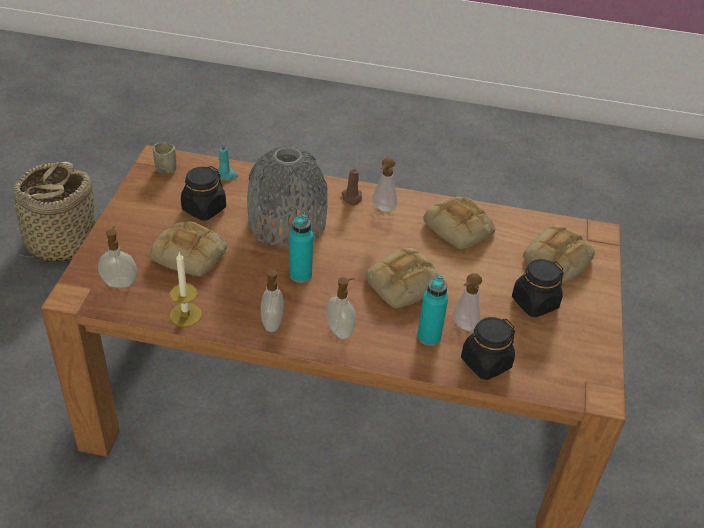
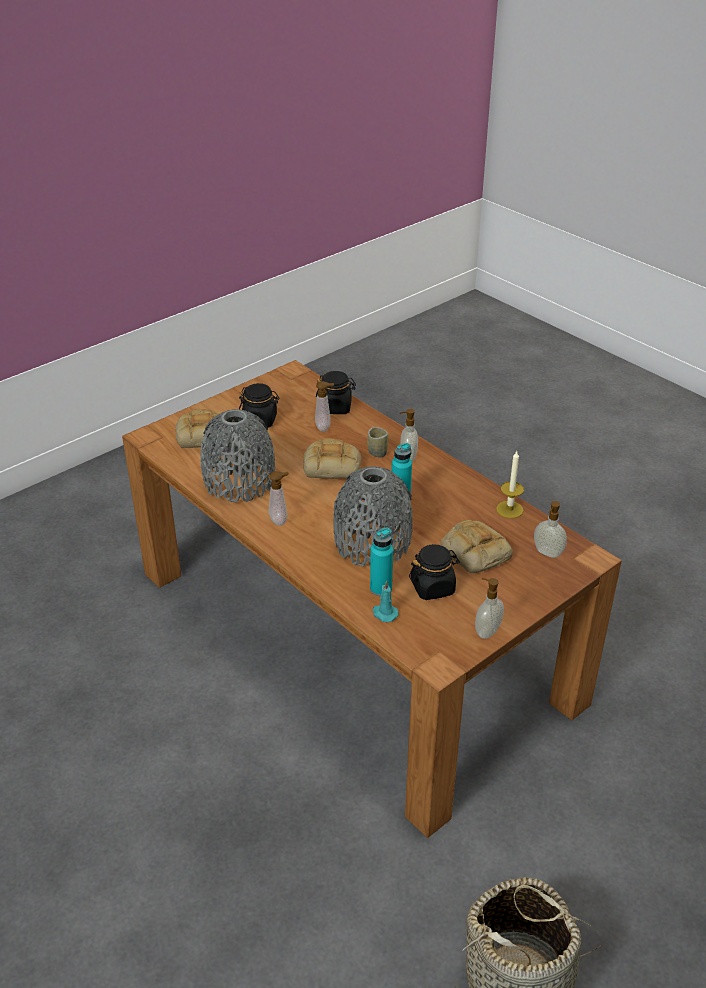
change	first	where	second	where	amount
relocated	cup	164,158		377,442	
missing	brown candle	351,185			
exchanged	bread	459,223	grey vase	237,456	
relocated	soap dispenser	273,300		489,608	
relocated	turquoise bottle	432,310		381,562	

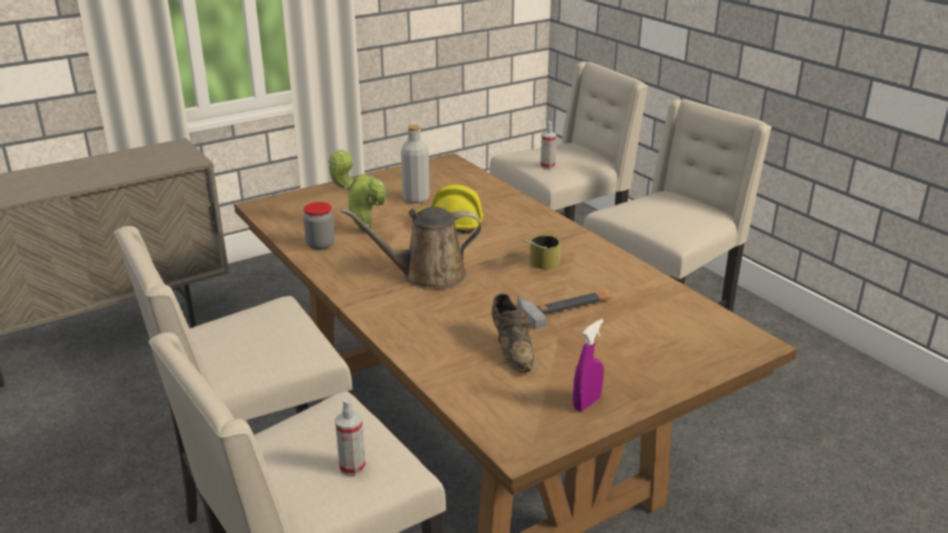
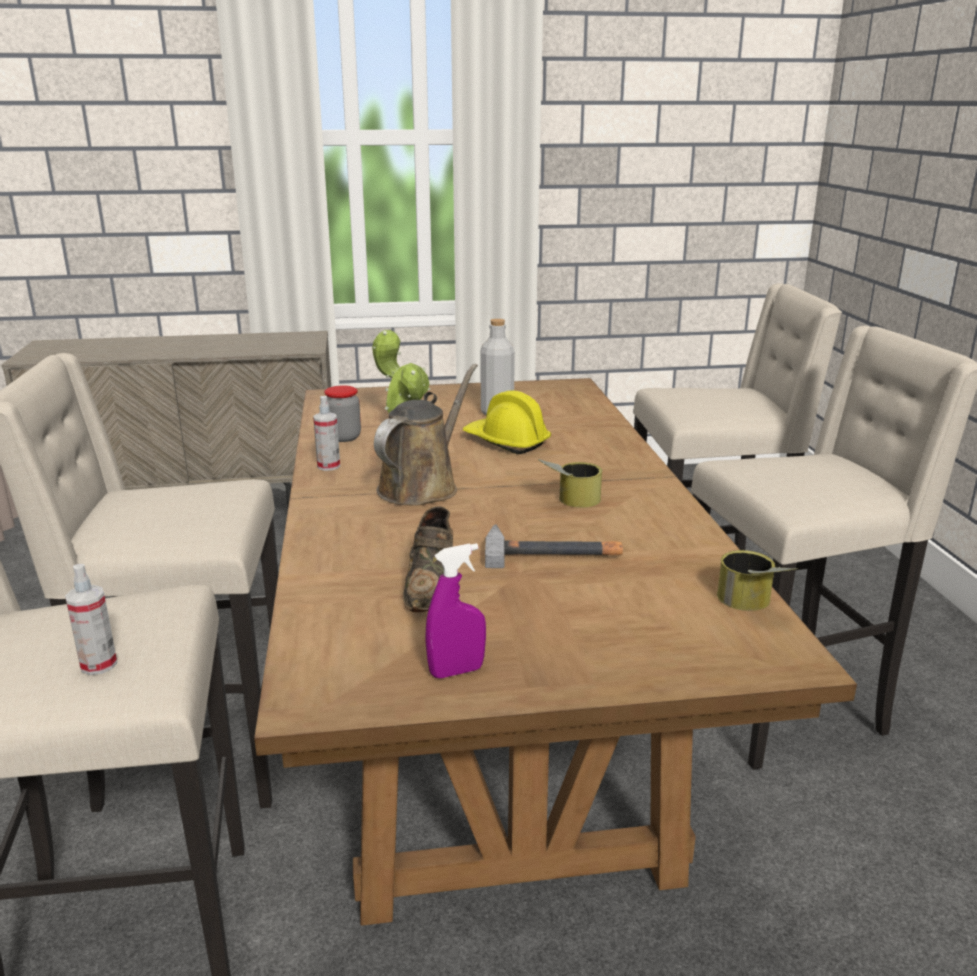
change	first	where	second	where	amount
relocated	spray bottle	548,145		326,433	
spun	brown watering can	411,248		426,435	105 degrees clockwise
appeared			can	758,580	

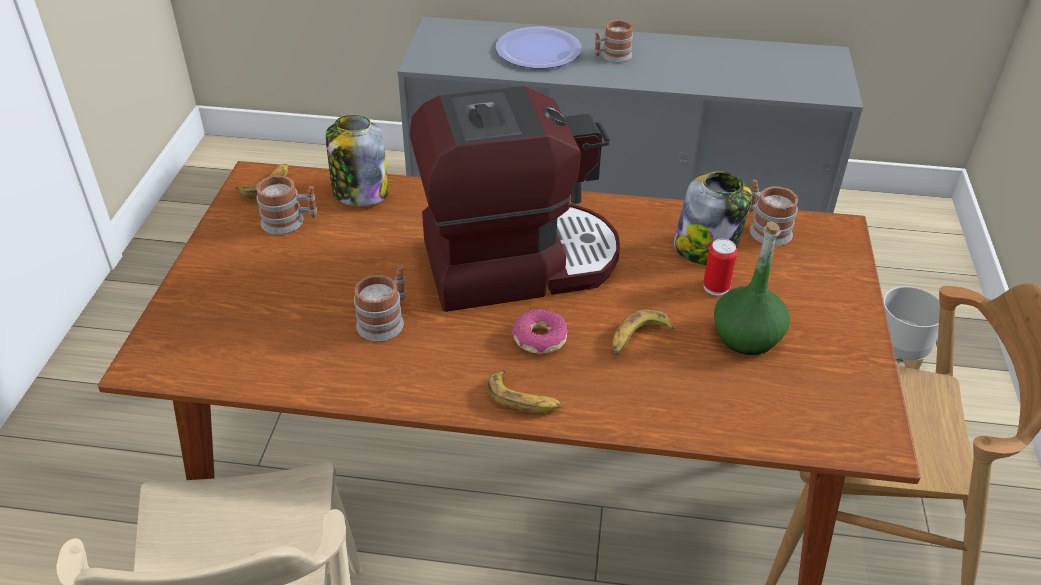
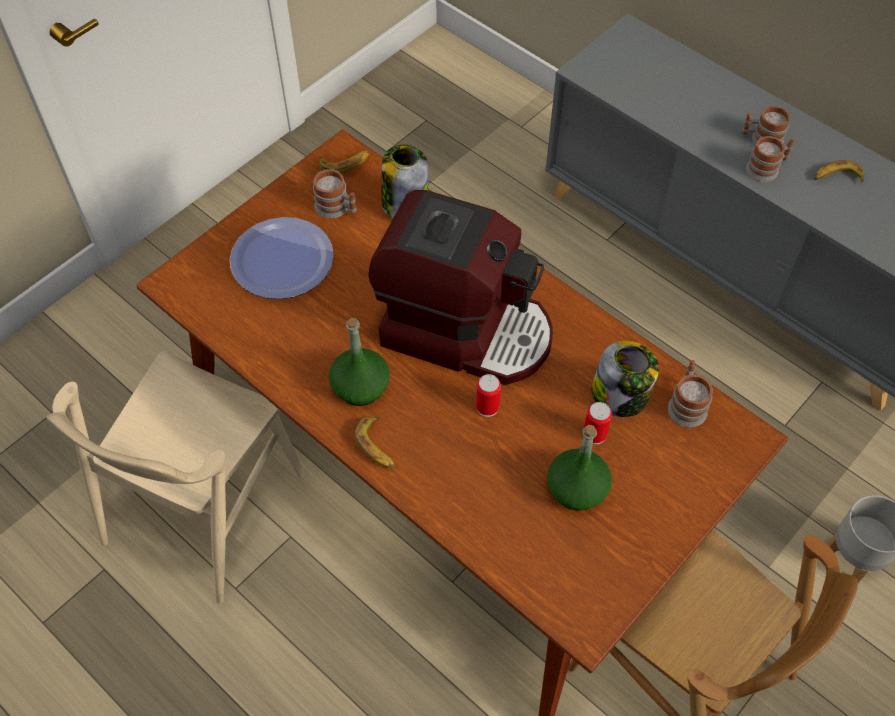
change	first	where	second	where	amount
relocated	plate	539,48		282,258	
relocated	mug	380,303		770,159	
missing	donut	539,331			
relocated	banana	643,332		839,171	
appeared			green bottle	359,362	
appeared			can	488,395	

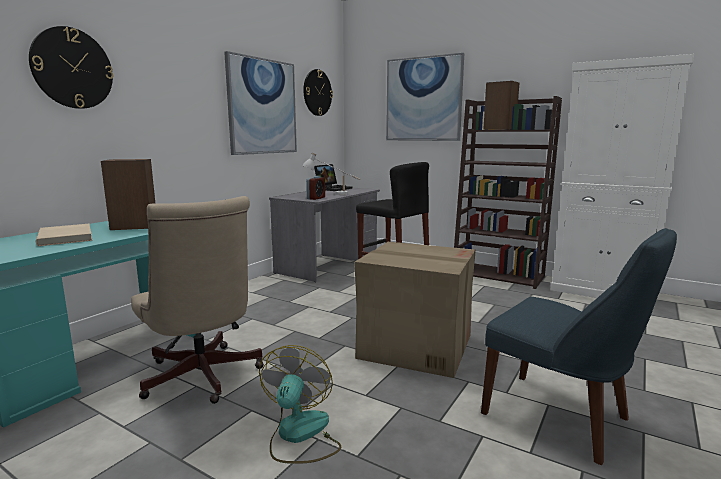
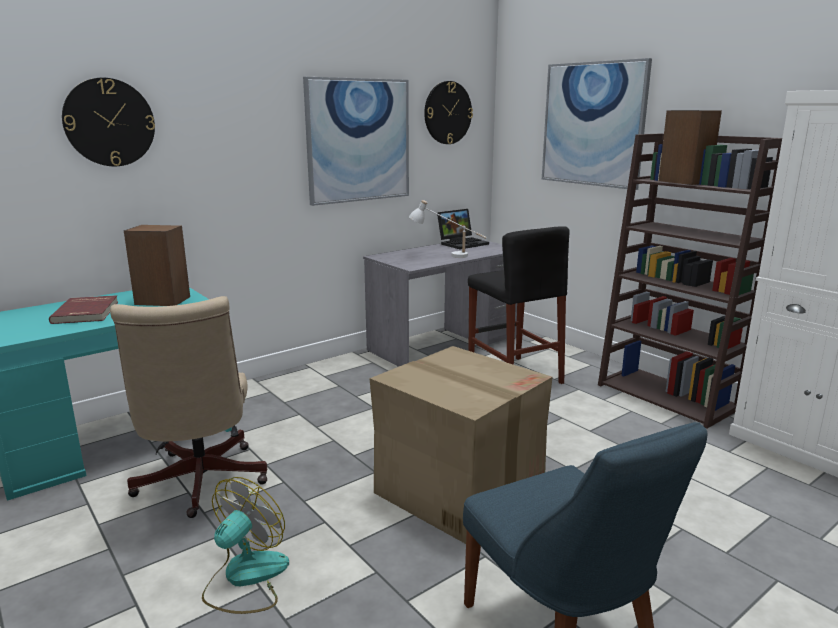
change	first	where	second	where	amount
missing	alarm clock	315,188			
colour	beige book	64,235	red book	83,309	

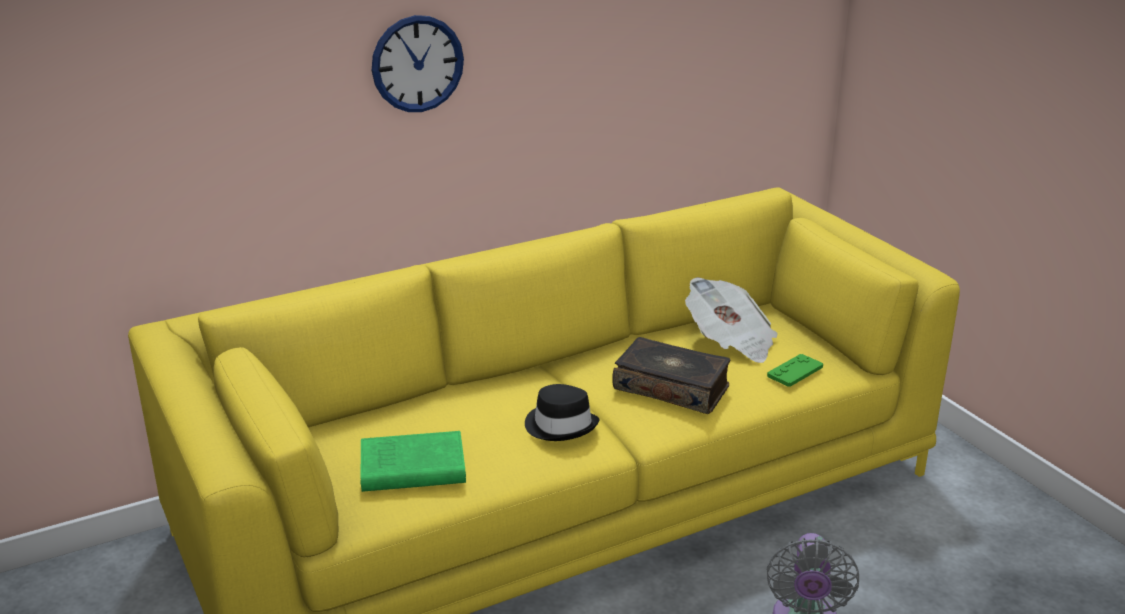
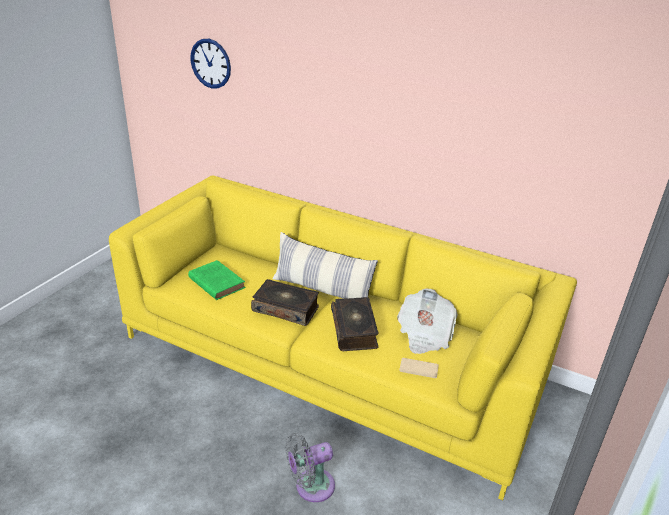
change	first	where	second	where	amount
relocated	wall clock	418,63		210,64	
colour	green game controller	795,370	beige game controller	419,368	
exchanged	black hat	562,412	book	285,302	
appeared			pillow	325,265	

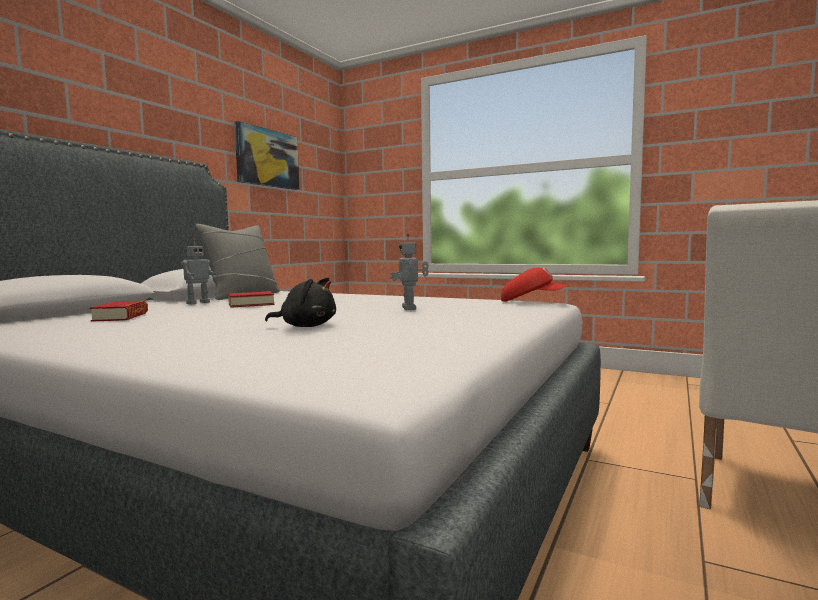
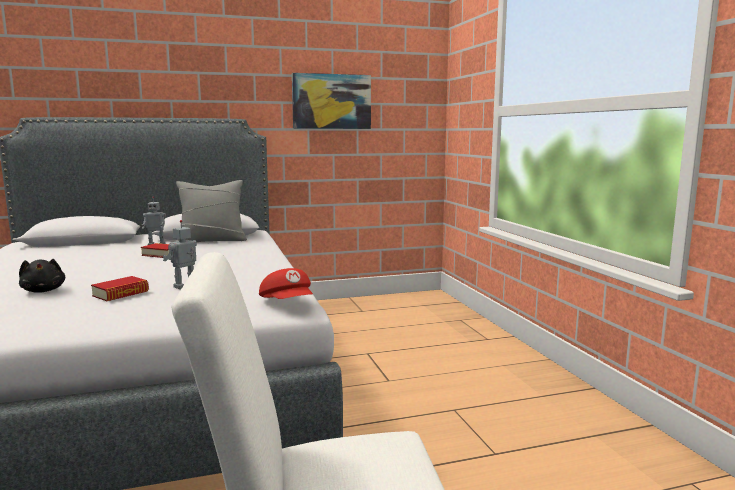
change	first	where	second	where	amount
relocated	book	119,311		120,288	

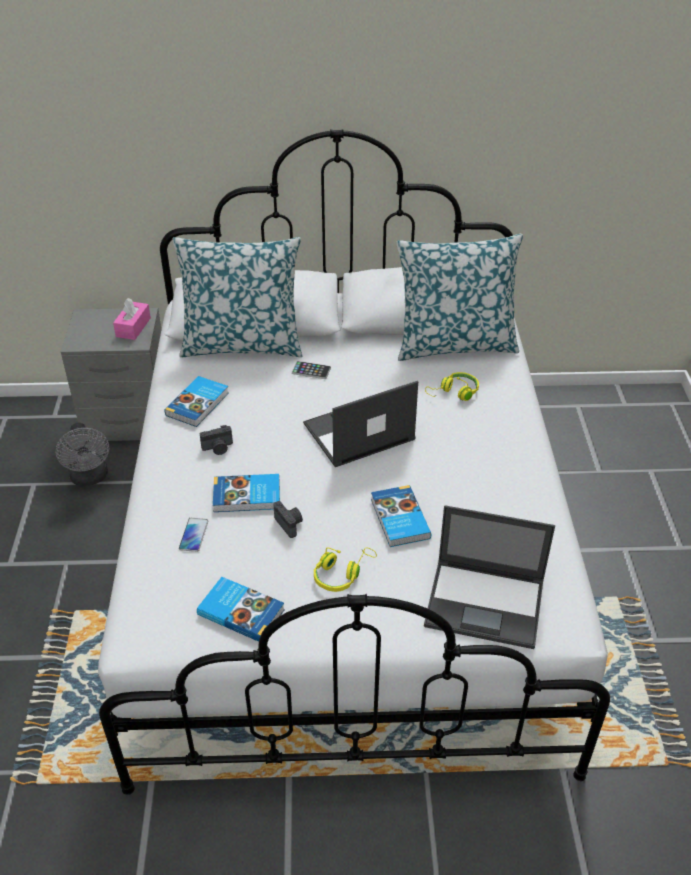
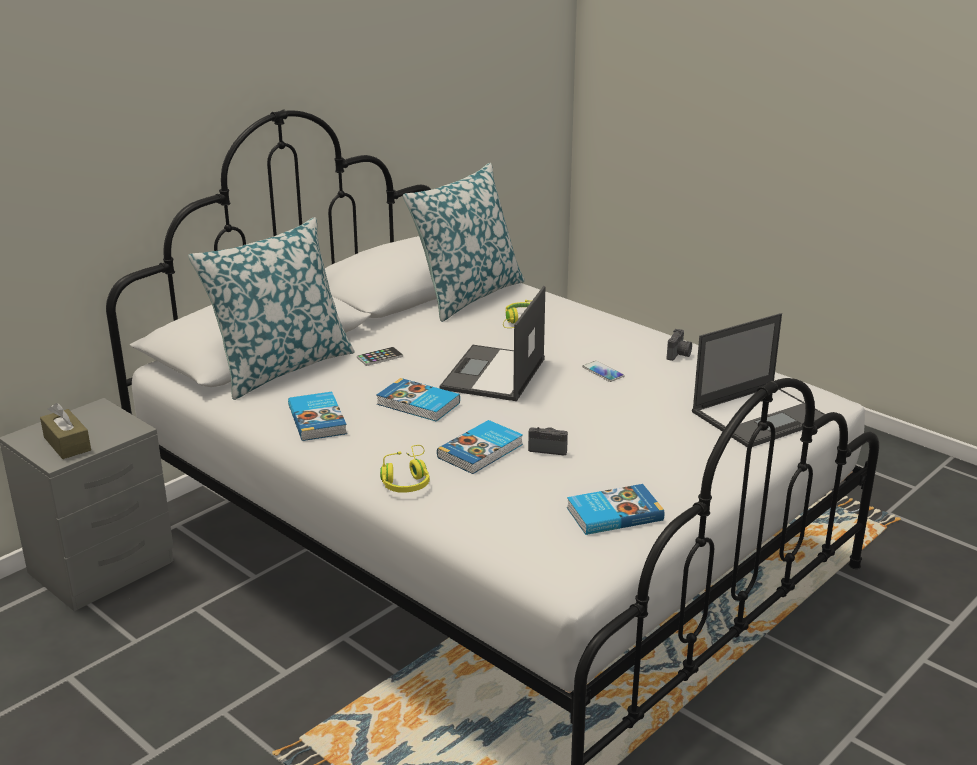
change	first	where	second	where	amount
missing	pink tissue box	132,319			
missing	grey fan	82,454			
relocated	photo camera	216,440		679,345	
relocated	book	401,516		418,400	
relocated	phone	193,535		603,371	
relocated	yellow headphones	345,569		405,469	
appeared			brown tissue box	65,431	

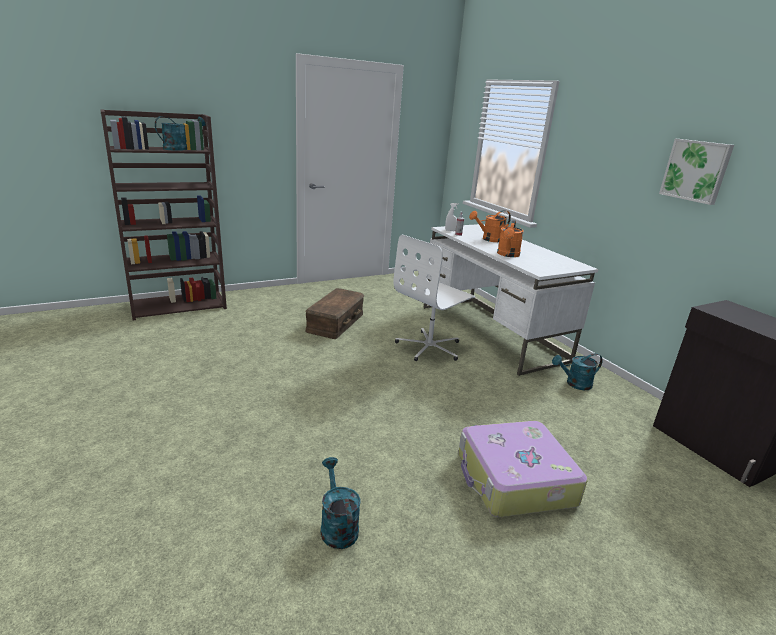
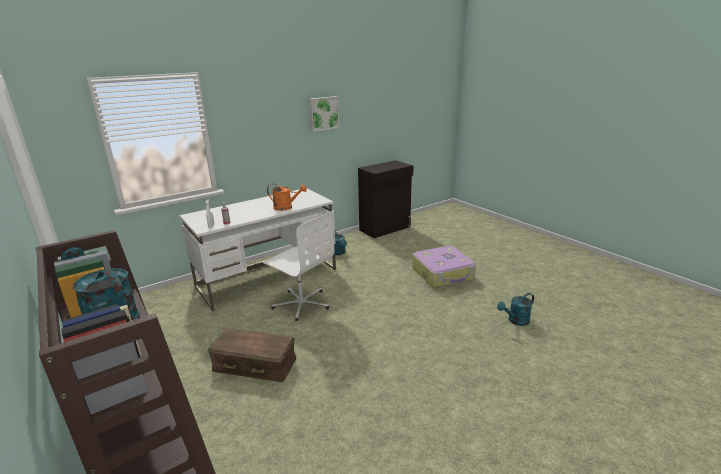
change	first	where	second	where	amount
missing	orange watering can	490,226			

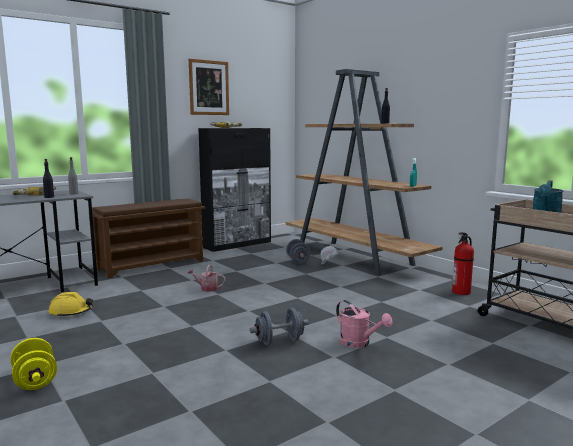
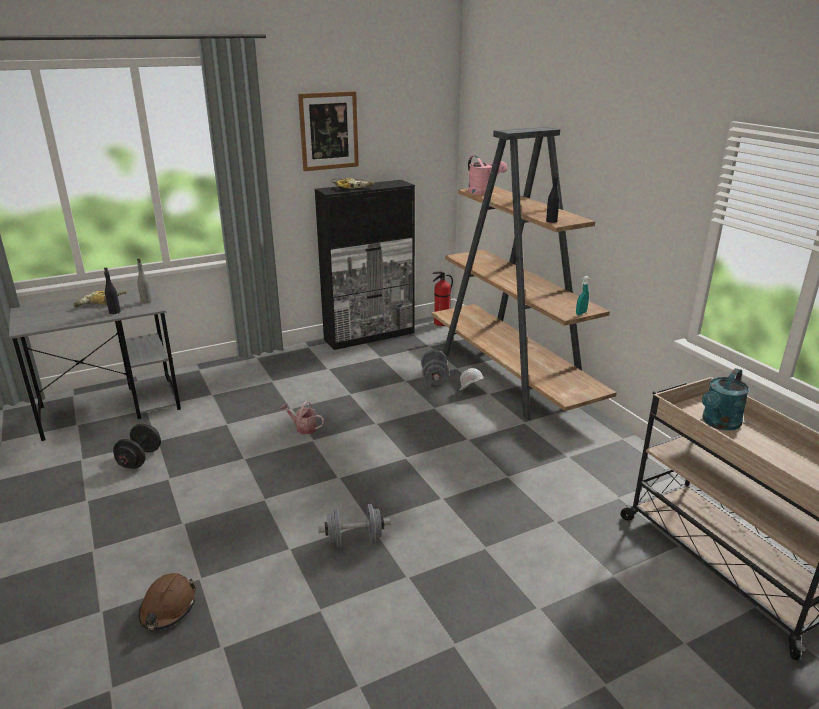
change	first	where	second	where	amount
missing	brown shoe rack	148,238			
relocated	fire extinguisher	463,263		443,298	
exchanged	yellow hard hat	70,304	black dumbbell	137,446	
relocated	pink watering can	364,324		487,175	
missing	yellow dumbbell	33,364			
appeared			brown hard hat	167,601	

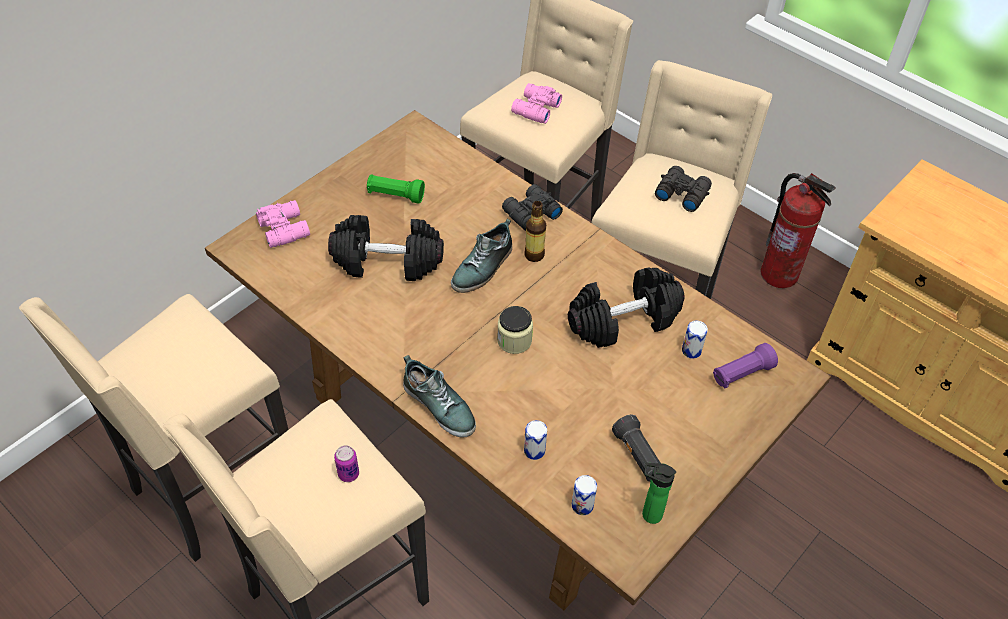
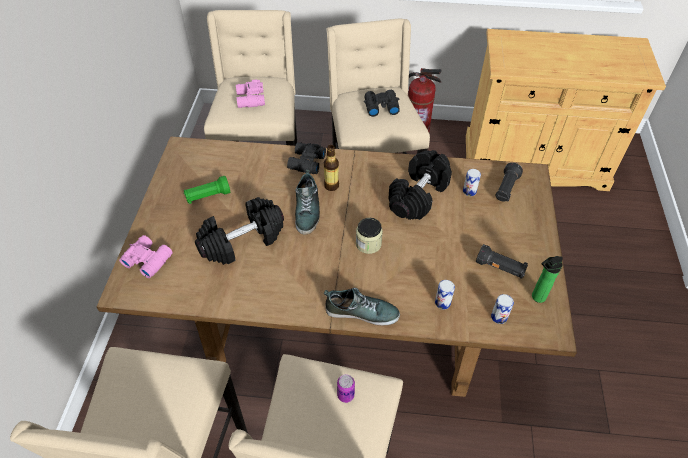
change	first	where	second	where	amount
colour	purple flashlight	745,365	black flashlight	509,182	

